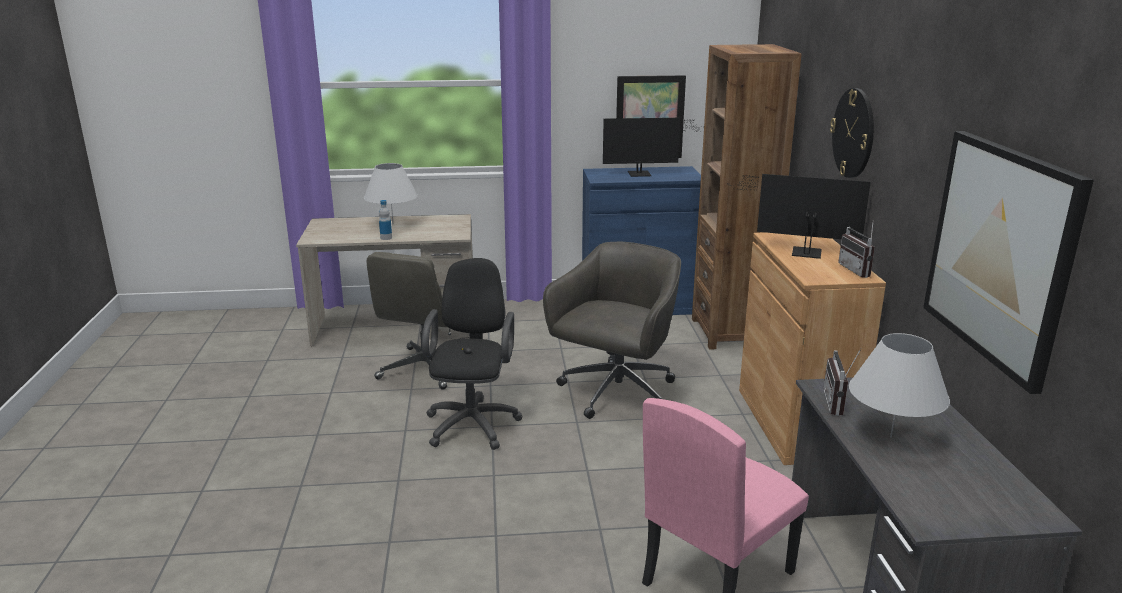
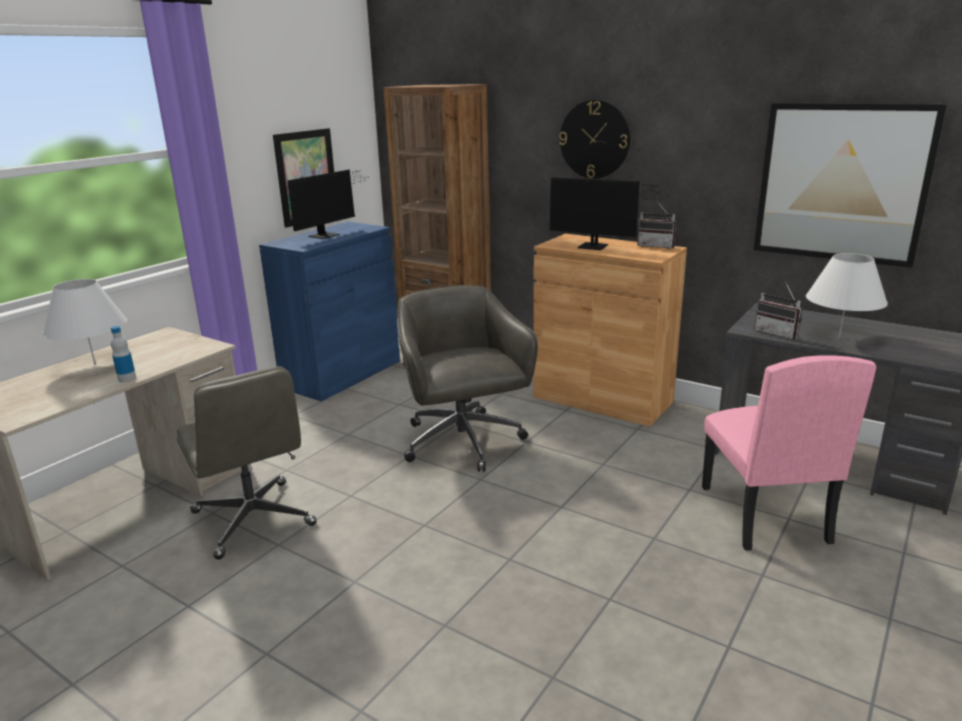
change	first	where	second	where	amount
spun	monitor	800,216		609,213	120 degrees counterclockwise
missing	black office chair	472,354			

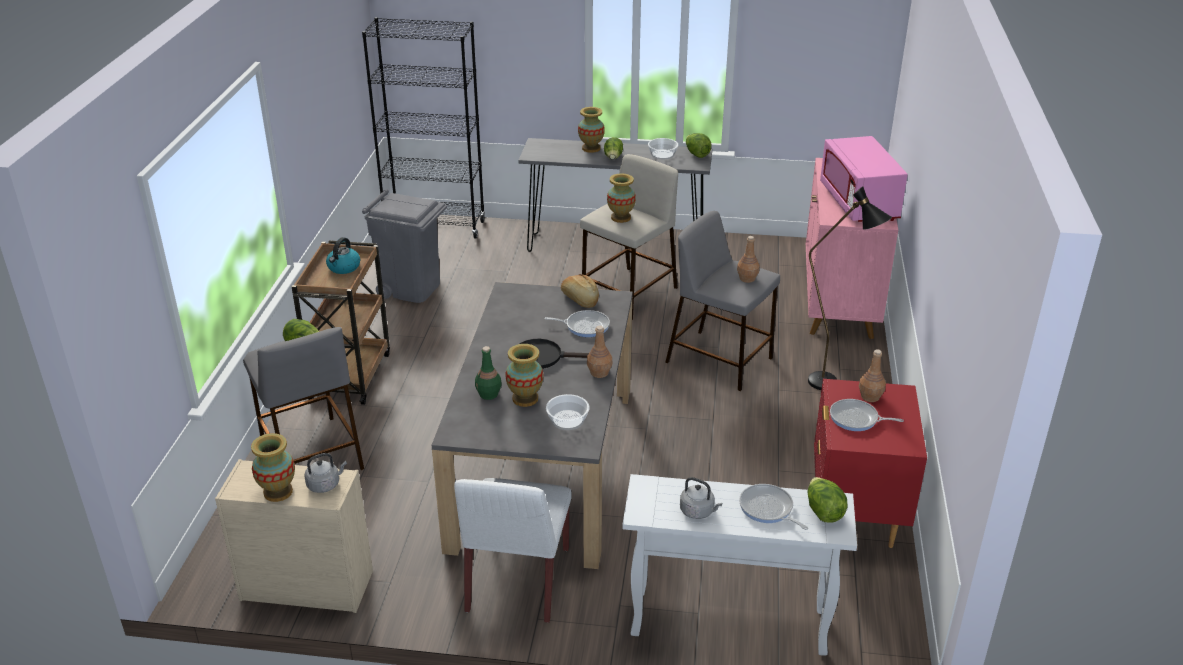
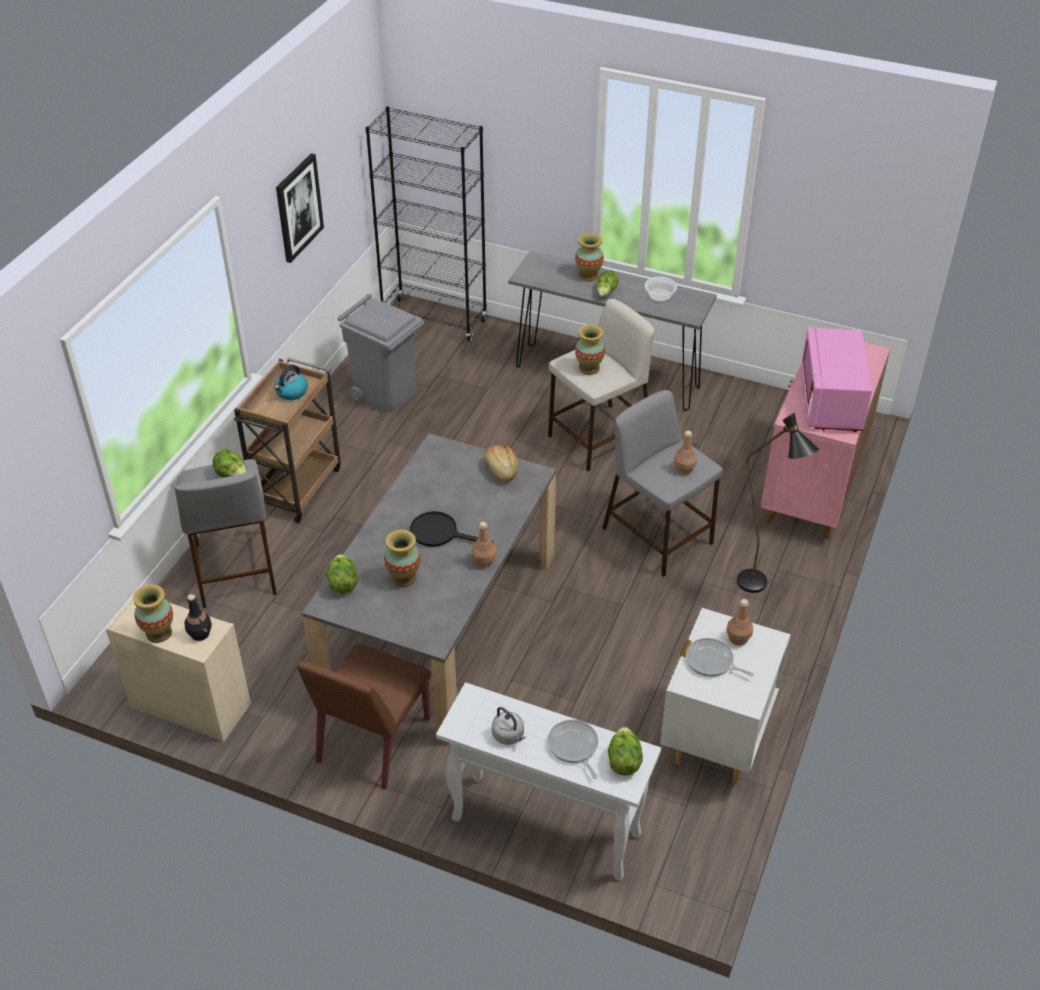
change	first	where	second	where	amount
relocated	lettuce	699,145		342,574	
missing	frying pan	577,323			
missing	green bottle	488,373			
colour	red nightstand	870,463	white nightstand	725,696	
missing	bowl	568,412			
exchanged	grey kettle	325,473	black bottle	198,617	
colour	white chair	513,550	brown chair	364,717	
appeared			picture	300,208	

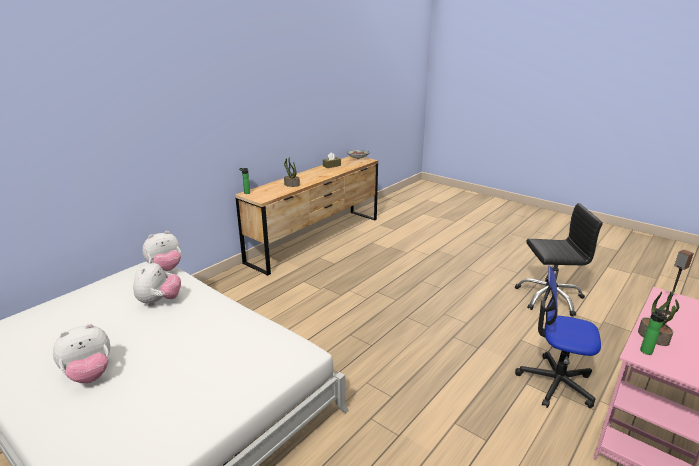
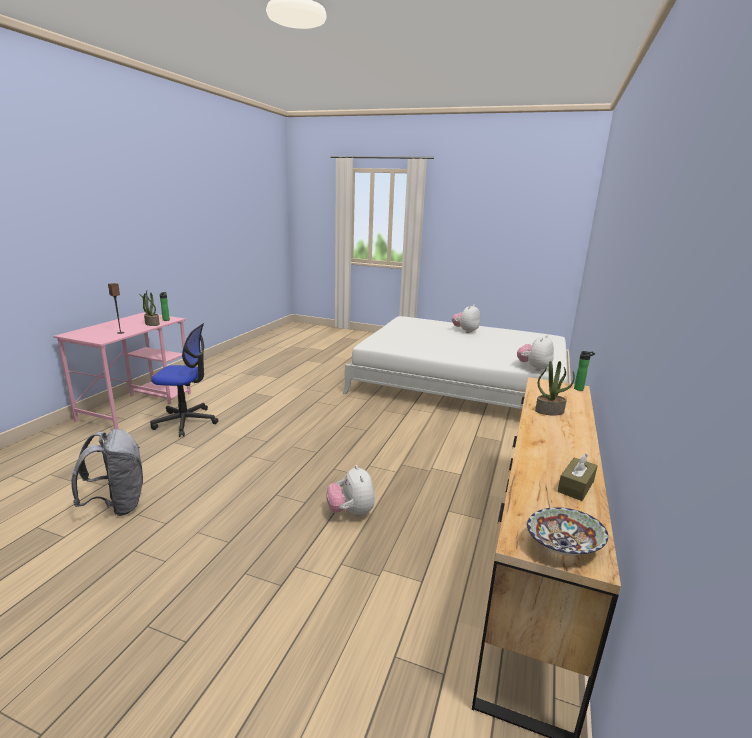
change	first	where	second	where	amount
exchanged	black office chair	559,259	grey backpack	107,472	
relocated	plush toy	157,283		350,491	

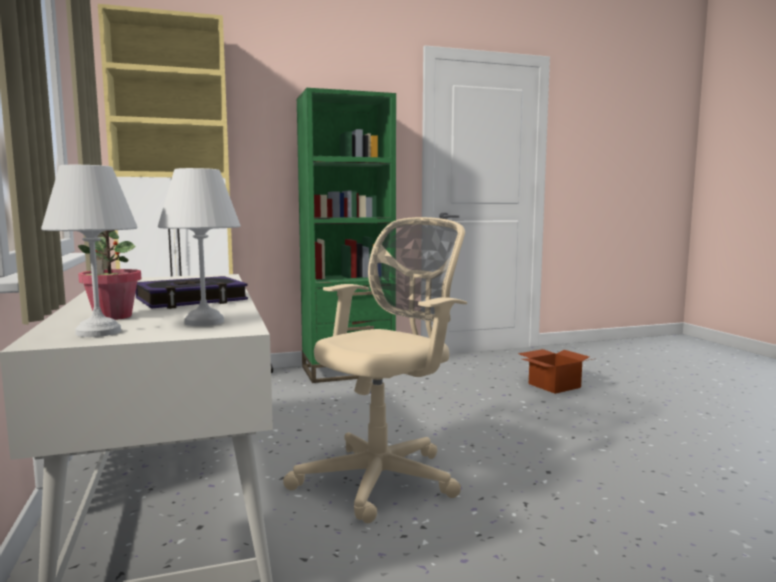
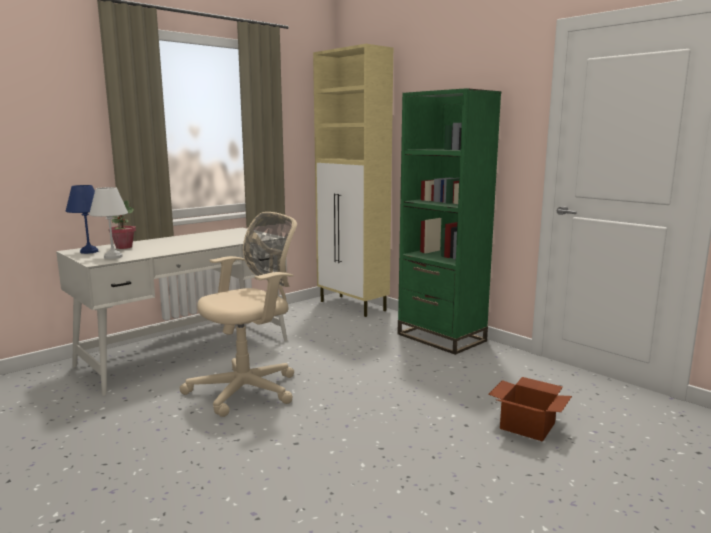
change	first	where	second	where	amount
colour	white table lamp	89,251	blue table lamp	82,219	
spun	beige office chair	375,370		238,314	60 degrees counterclockwise
missing	book	191,292			

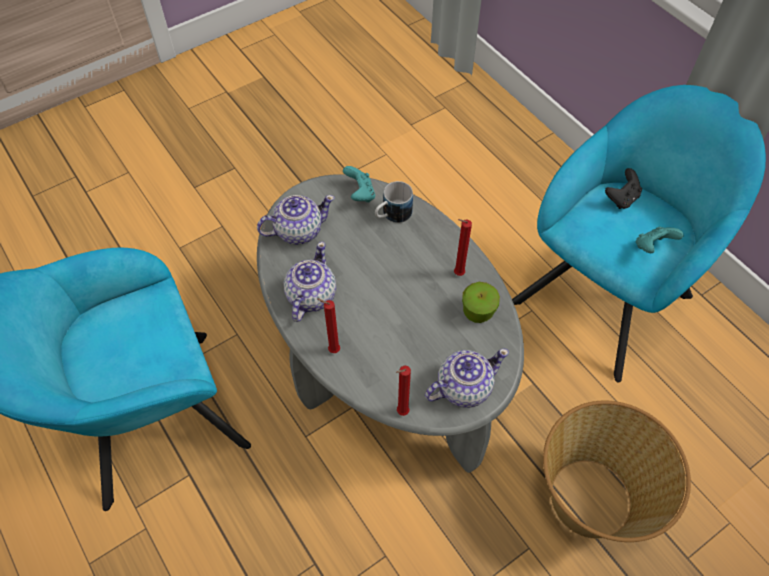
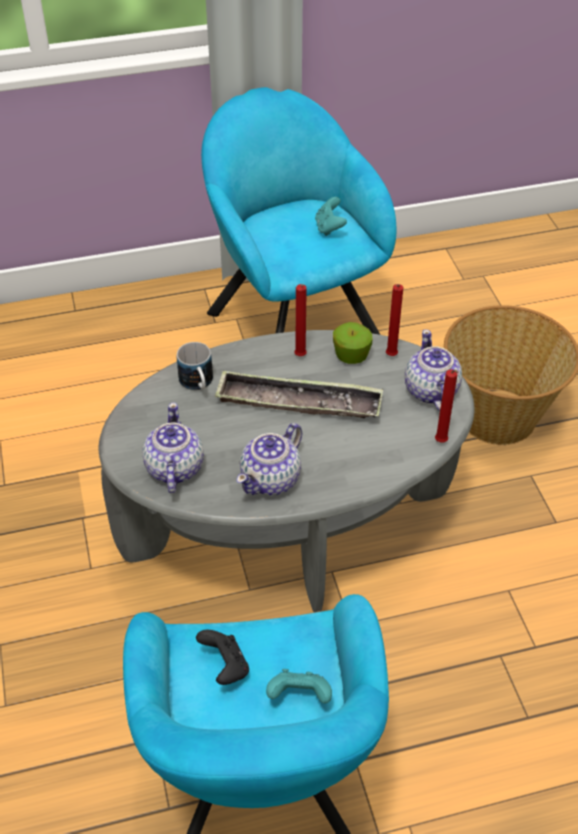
change	first	where	second	where	amount
relocated	turquoise game controller	359,184		299,686	
relocated	black game controller	623,188		222,657	
spun	teapot	310,282		269,459	90 degrees counterclockwise
relocated	red candle	328,325		394,320	
appeared			tray	299,394	

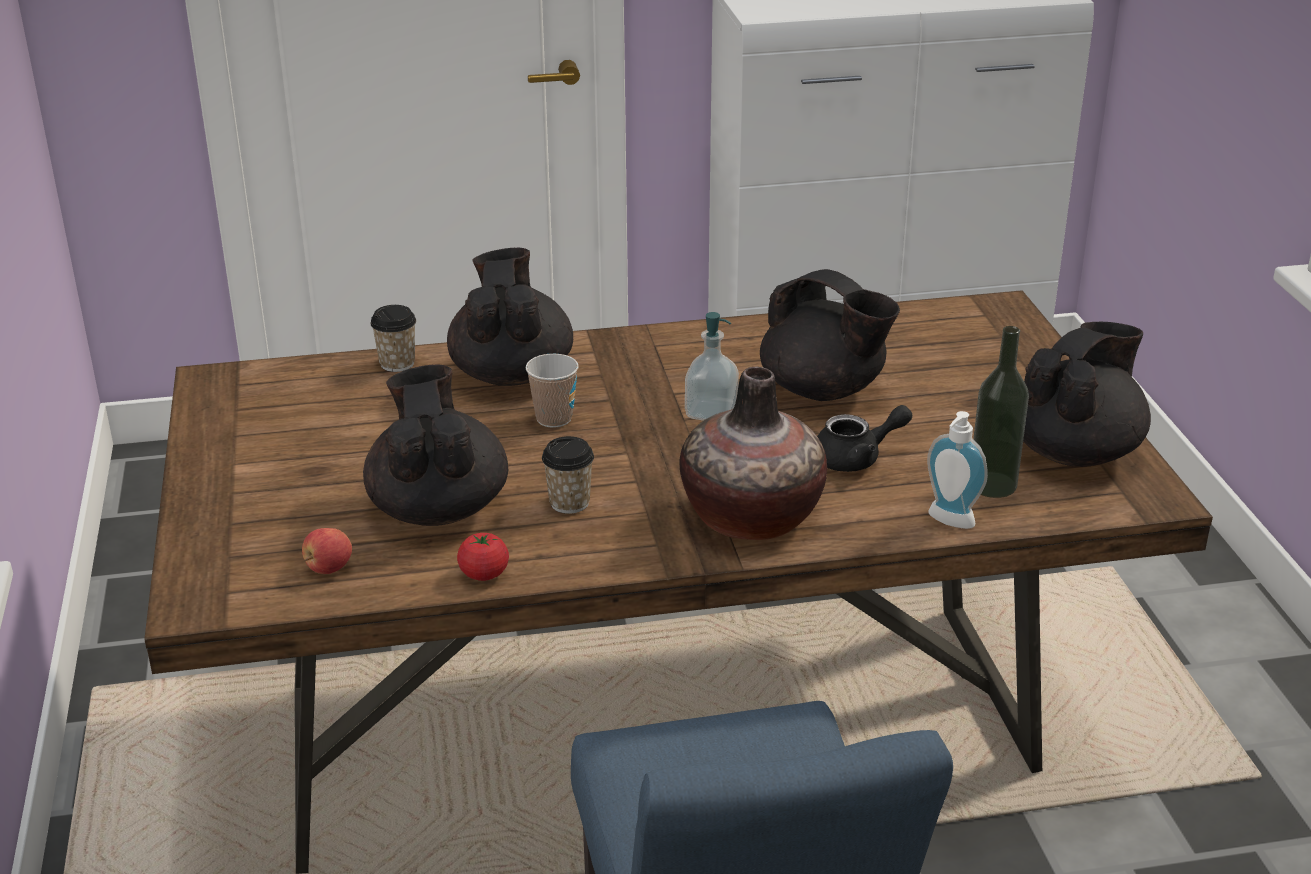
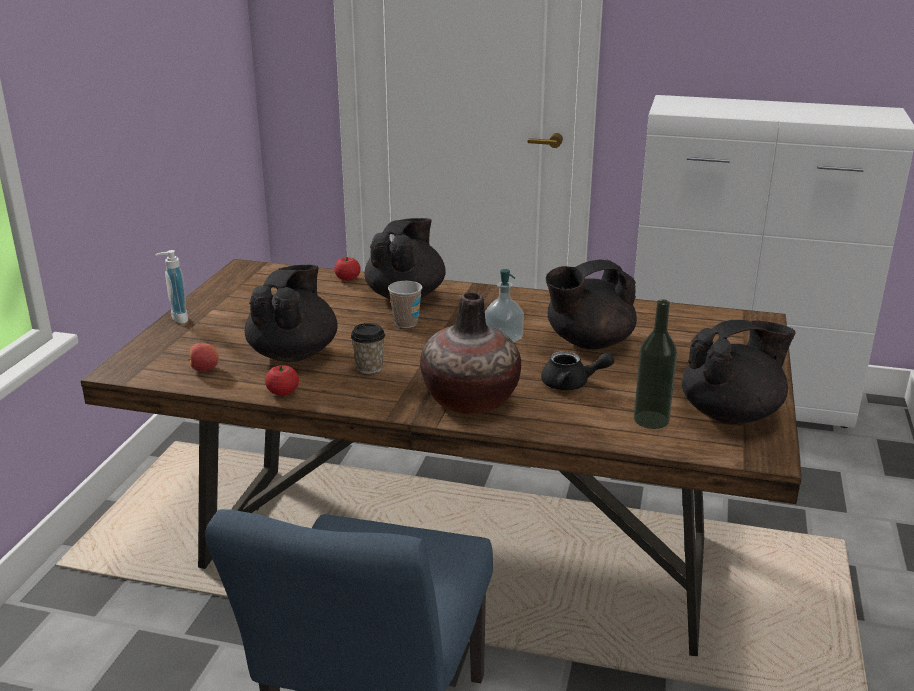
change	first	where	second	where	amount
spun	black teapot	830,335		591,304	90 degrees clockwise
exchanged	cup	393,338	tomato	347,269	
relocated	soap dispenser	957,470		171,287	

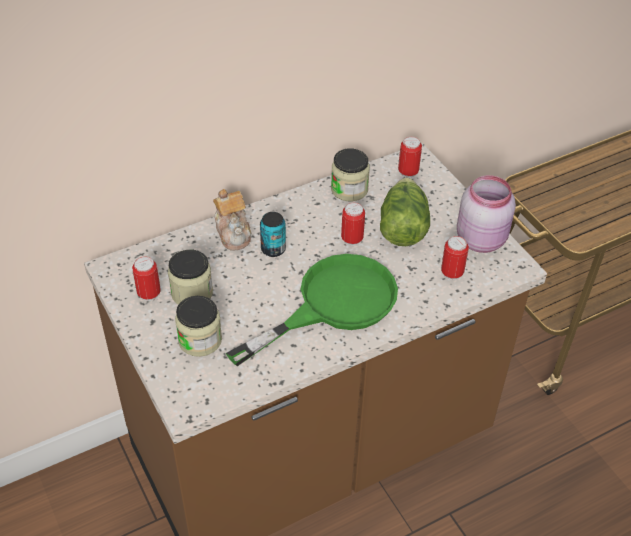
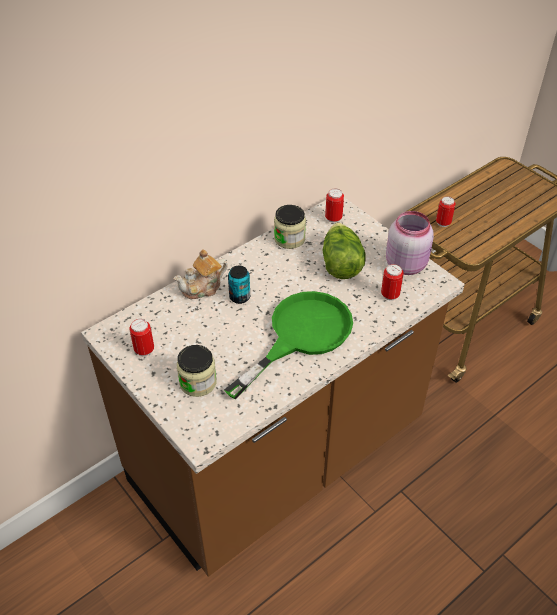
change	first	where	second	where	amount
spun	teapot	232,220		201,274	90 degrees clockwise
relocated	can	353,224		445,211	
missing	jar	190,277			

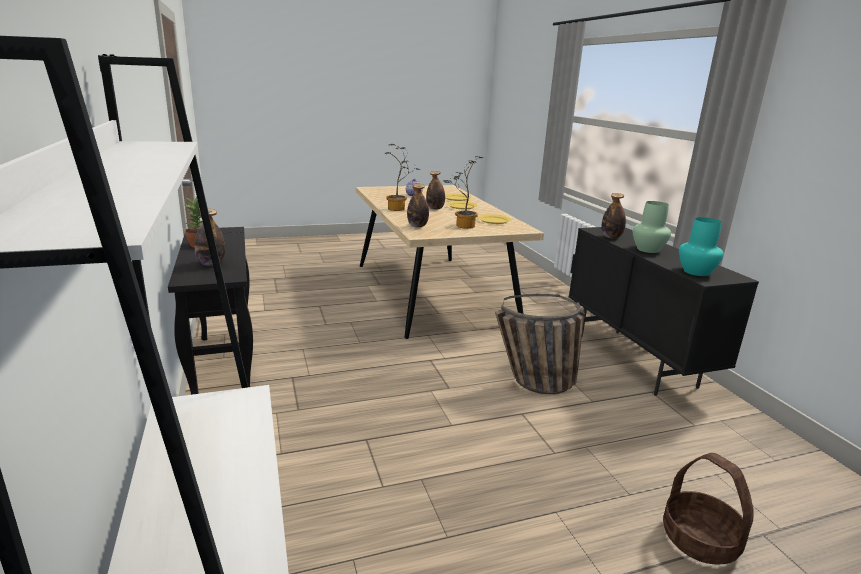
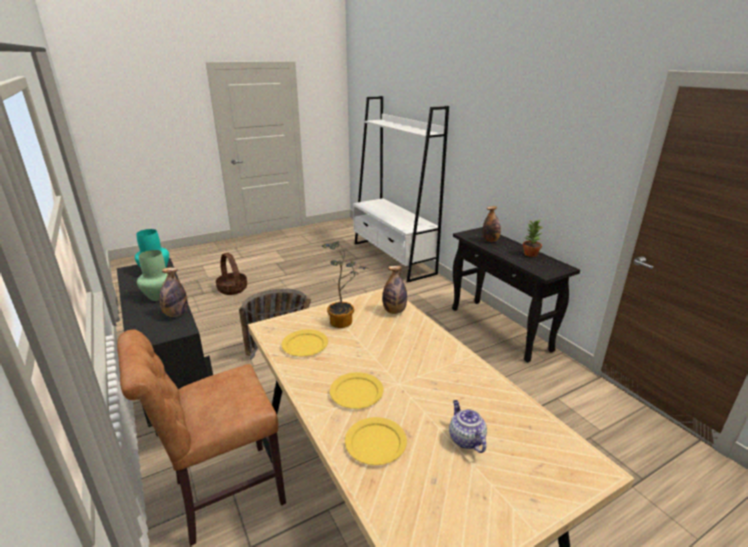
change	first	where	second	where	amount
missing	potted plant	402,177			
missing	bottle	435,190			
appeared			brown chair	201,437	

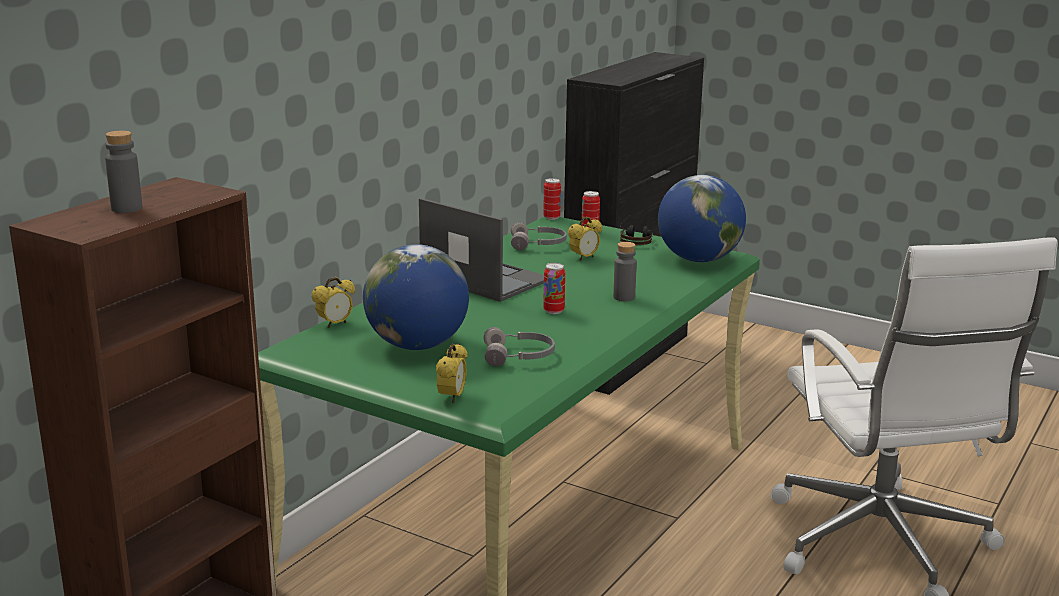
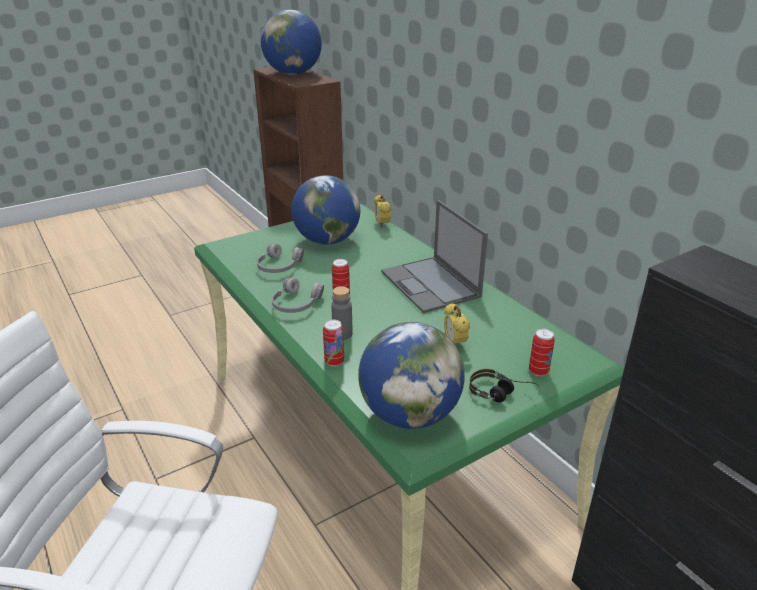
change	first	where	second	where	amount
exchanged	grey bottle	123,172	globe	291,42	
relocated	can	552,199		333,343	
spun	laptop	481,250		434,256	90 degrees clockwise
relocated	grey headphones	539,236		298,295	
missing	alarm clock	452,373			

